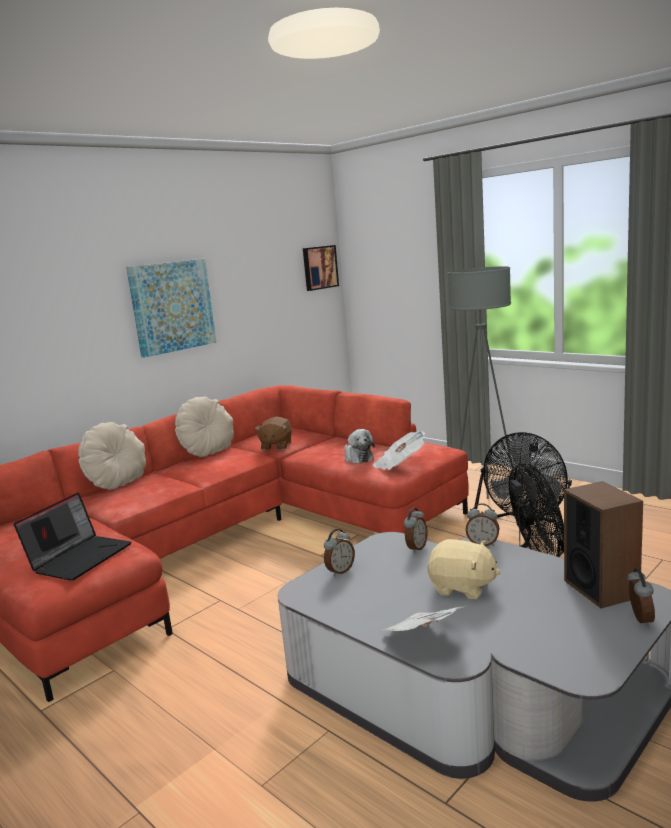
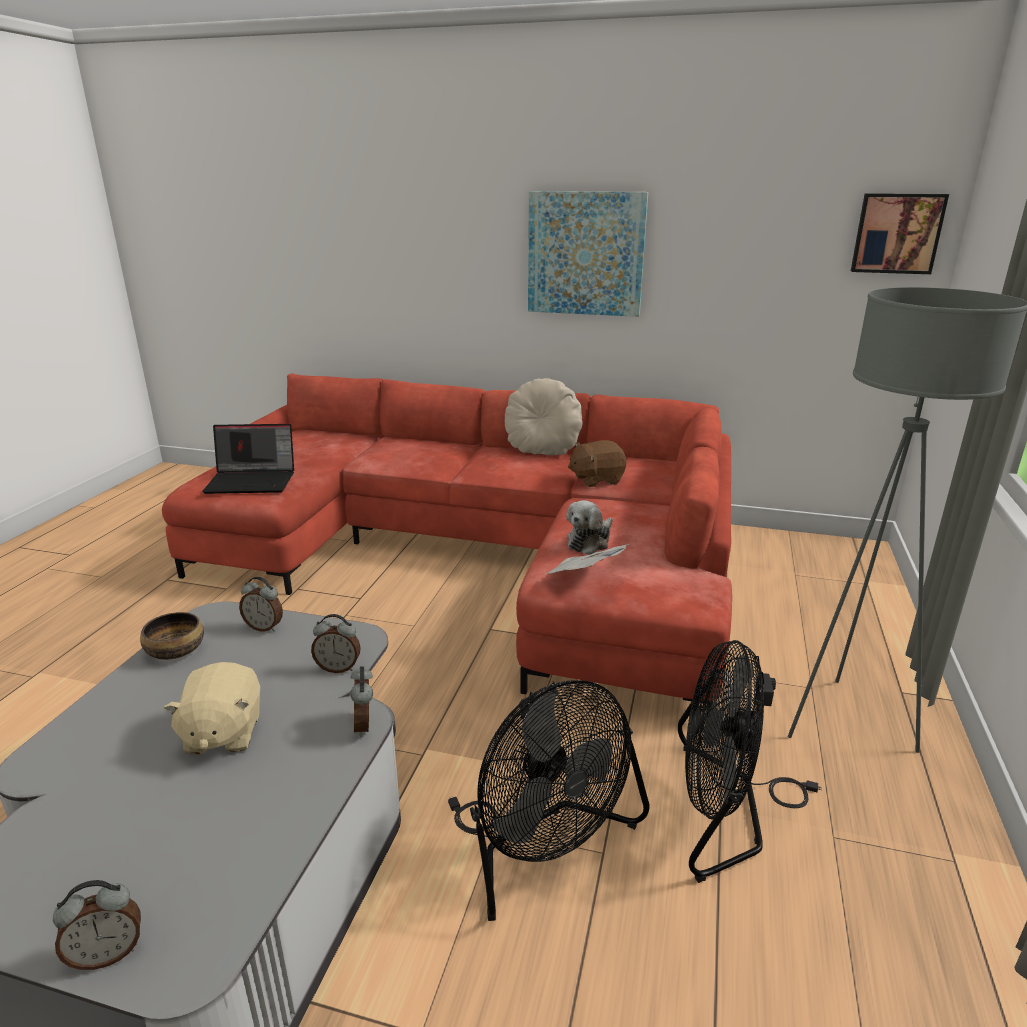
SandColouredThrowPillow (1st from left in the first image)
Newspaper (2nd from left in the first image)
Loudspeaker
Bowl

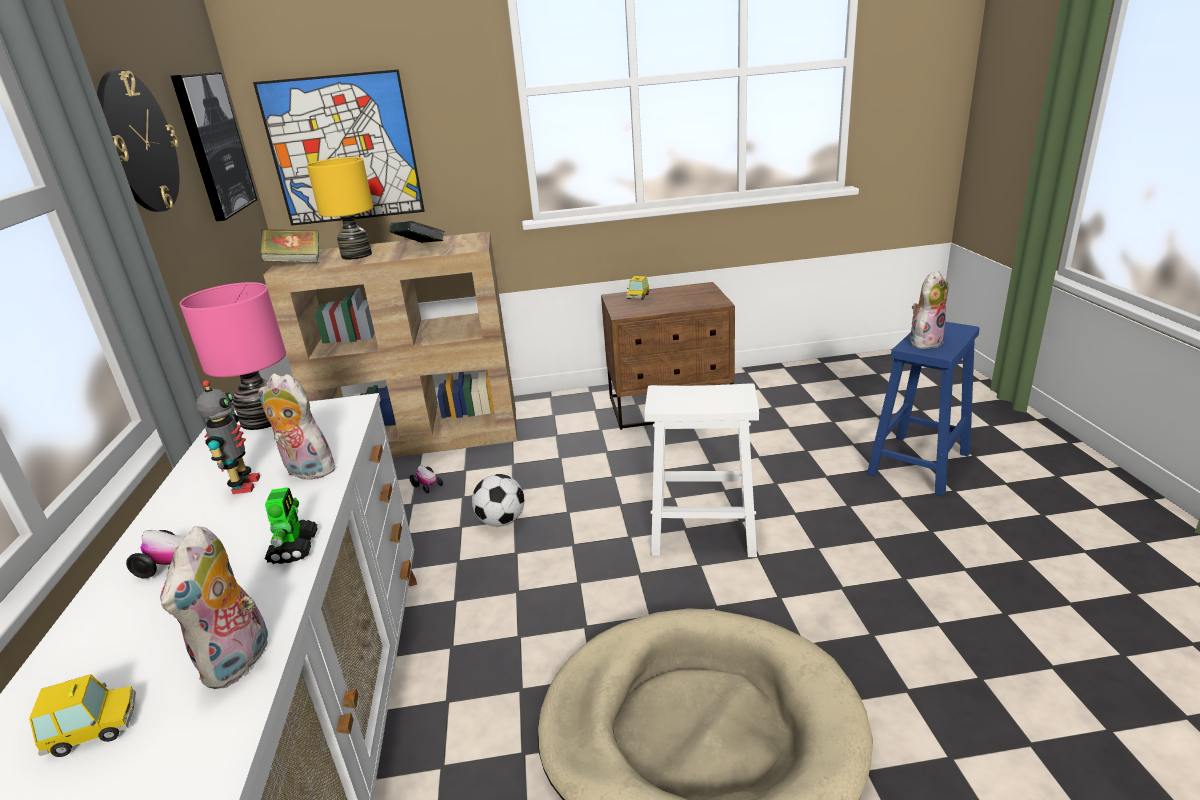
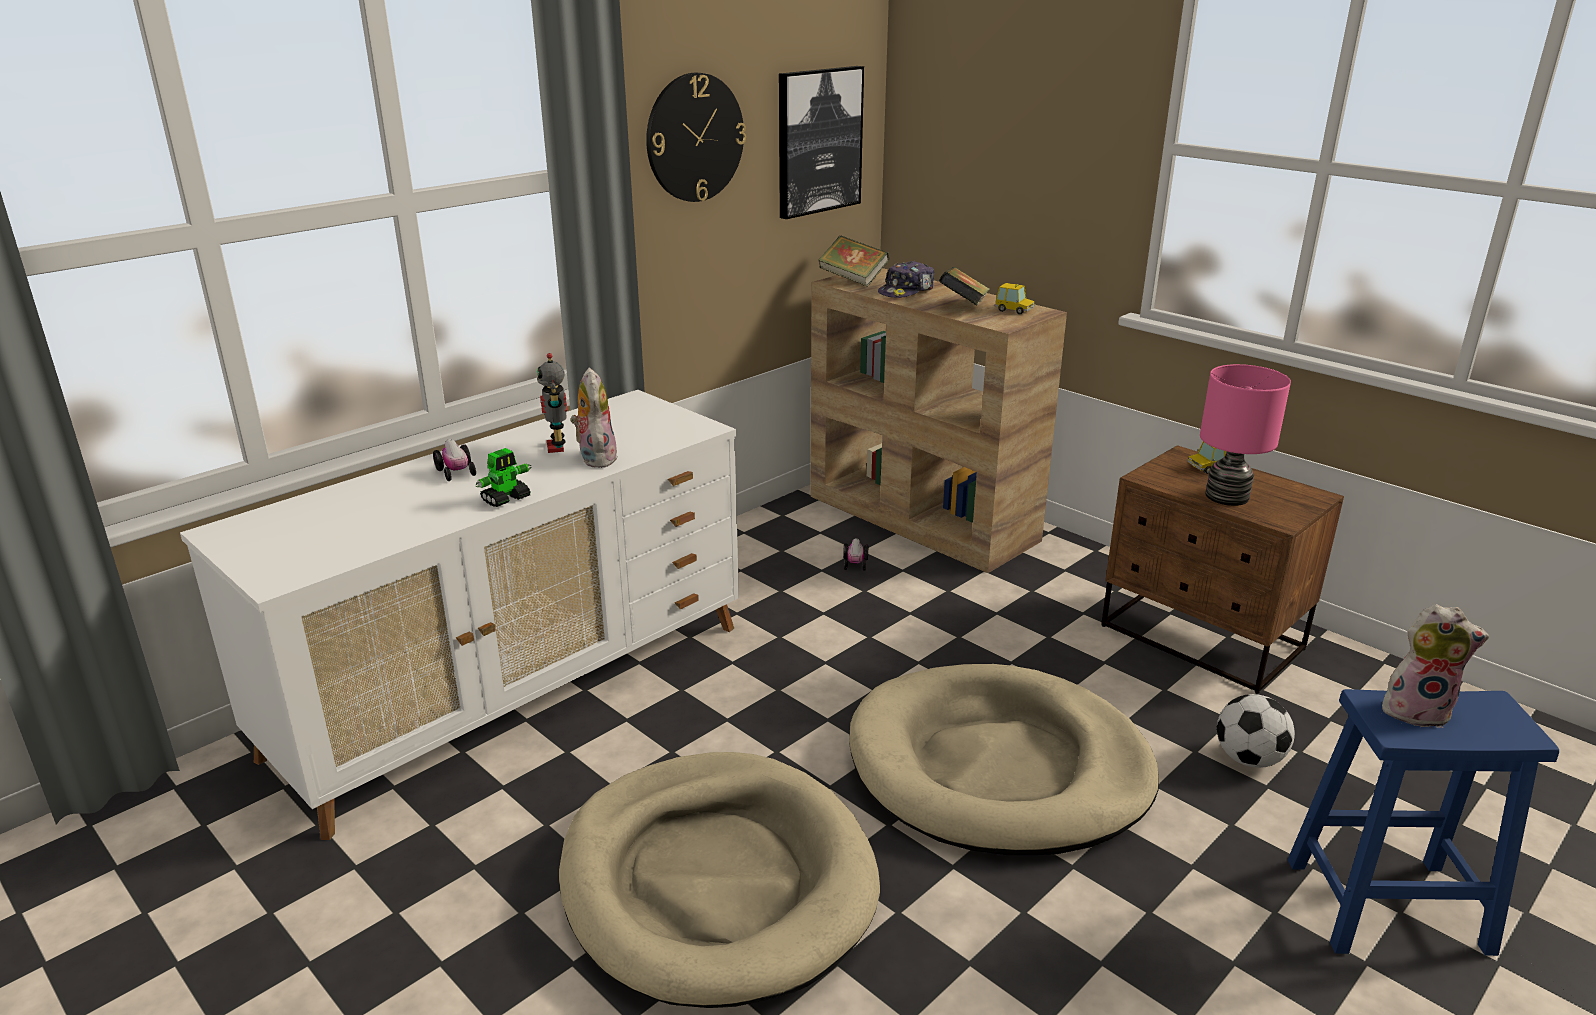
MiniatureCar (3rd from left)
SoftToy (1st from left in the first image)
PinkishTableLamp
RobotFigure (2nd from left)
Picture (2nd from left in the first image)
PeakedCap
Football
SandColouredDogBed (2nd from left)

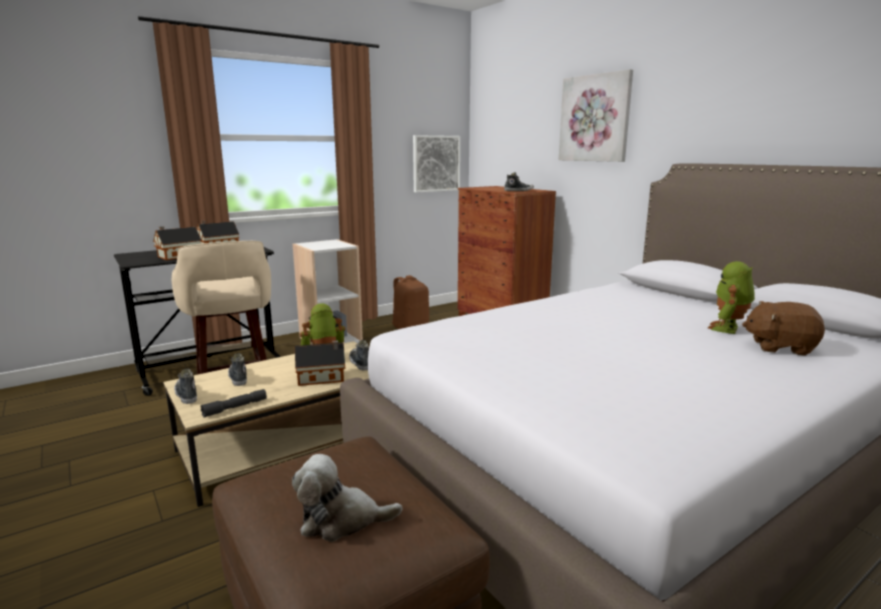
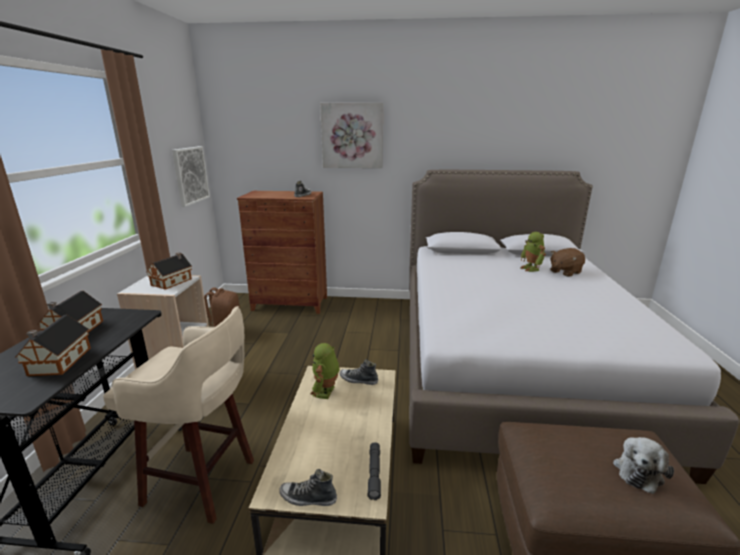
ItemOfFootwear (2nd from left in the first image)
MiniatureHouse (3rd from left)

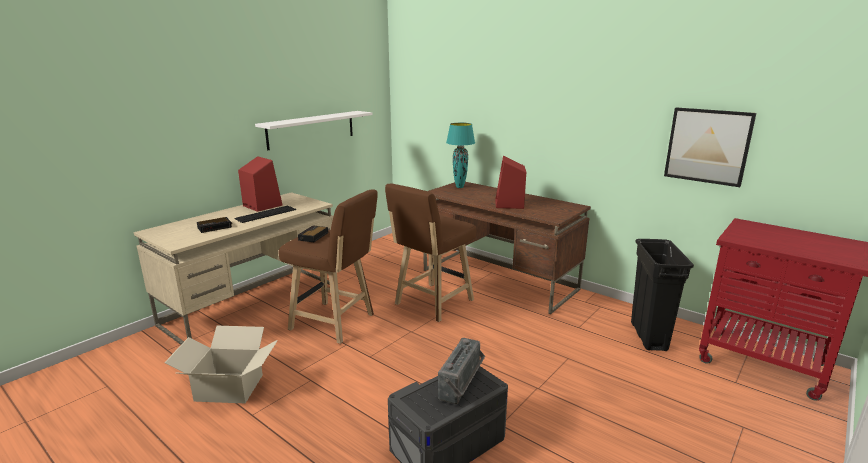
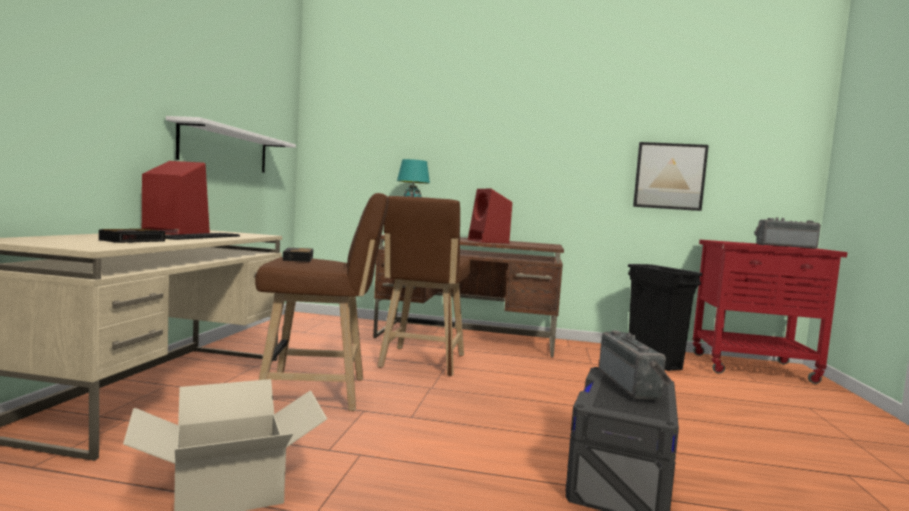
RadioReceiver (2nd from left)

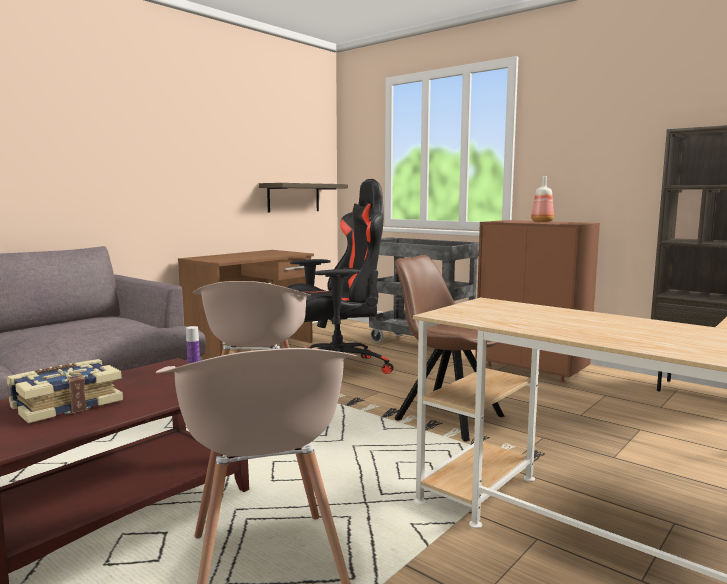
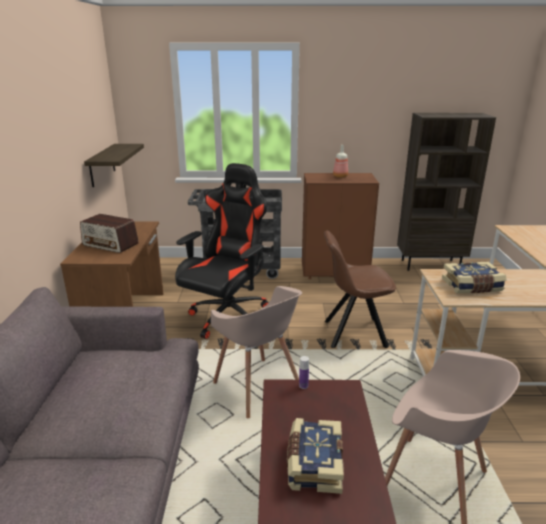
RadioReceiver
BoundBook (2nd from left)

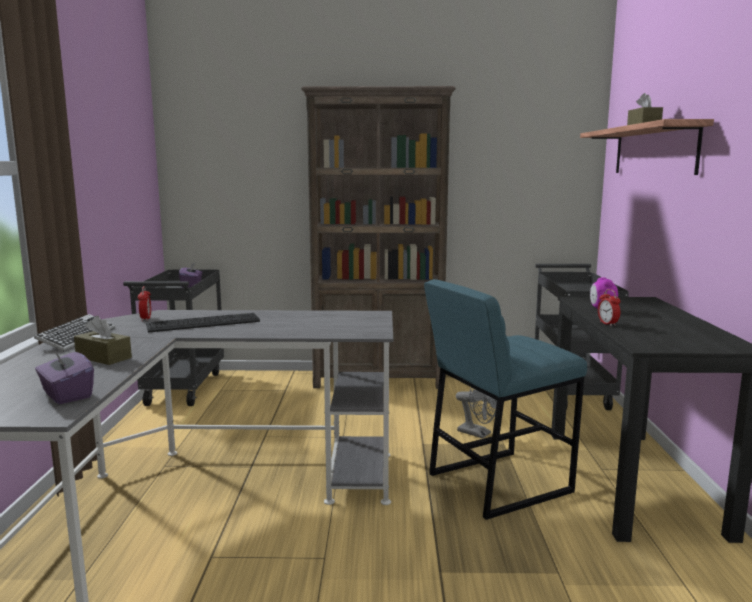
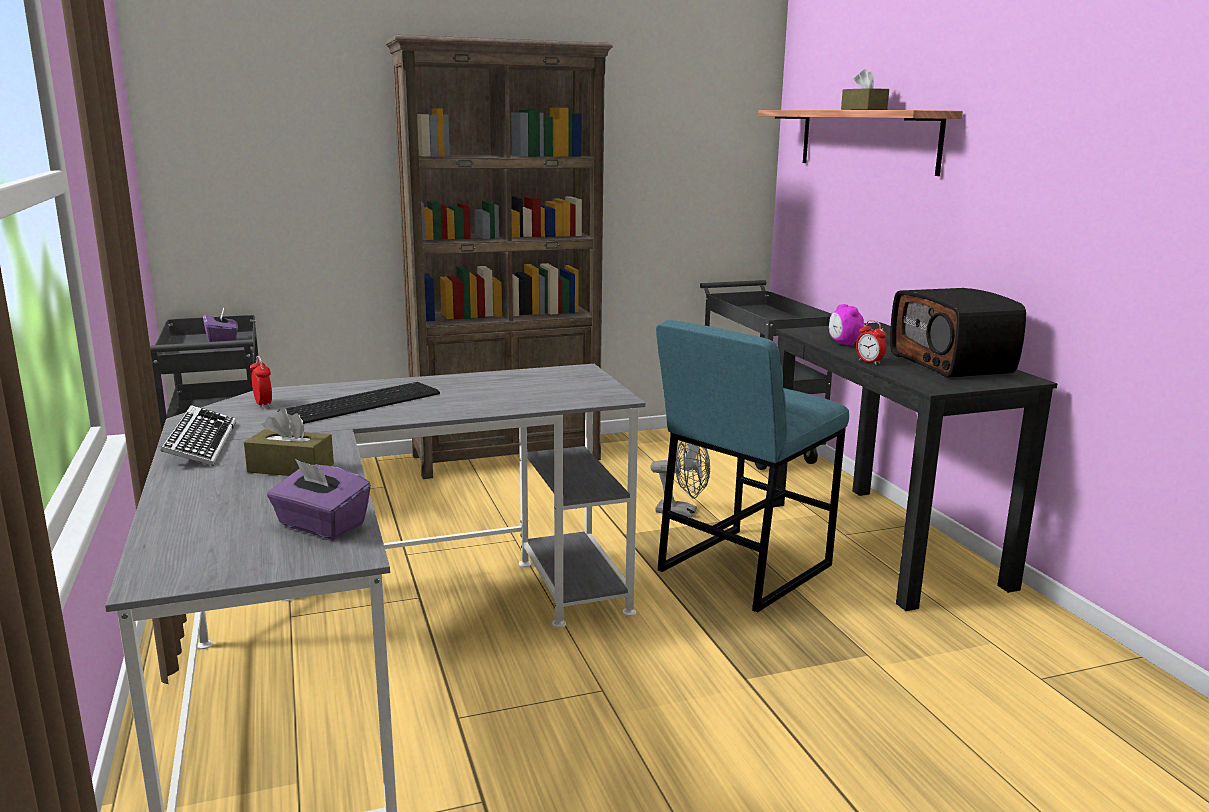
RadioReceiver

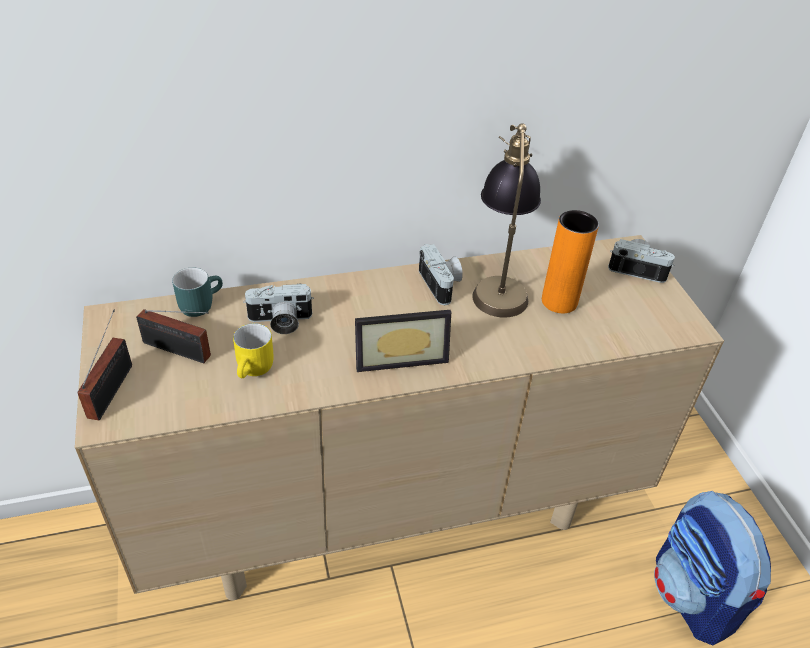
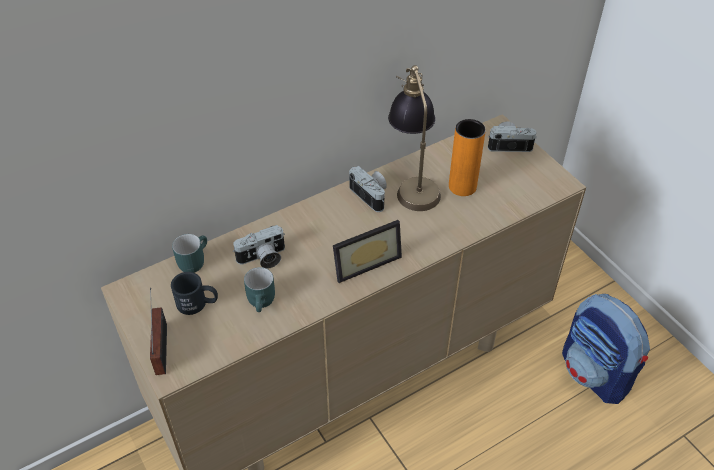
BlackCoffeeMug
BlueGreenCoffeeMug (2nd from left)

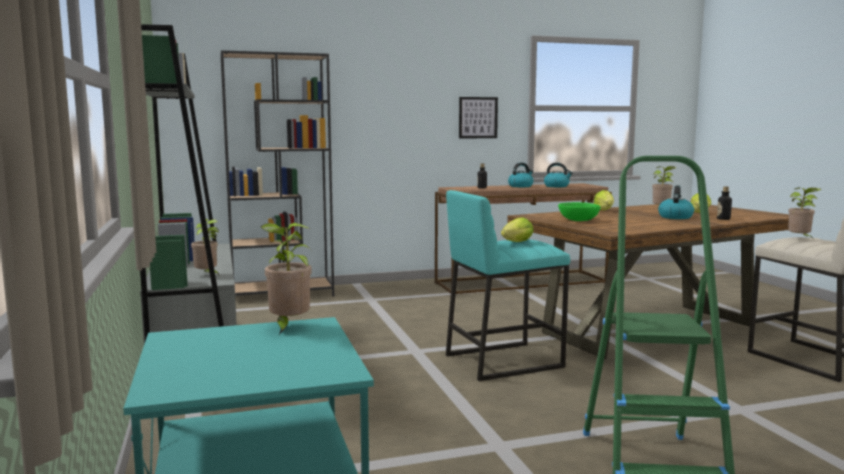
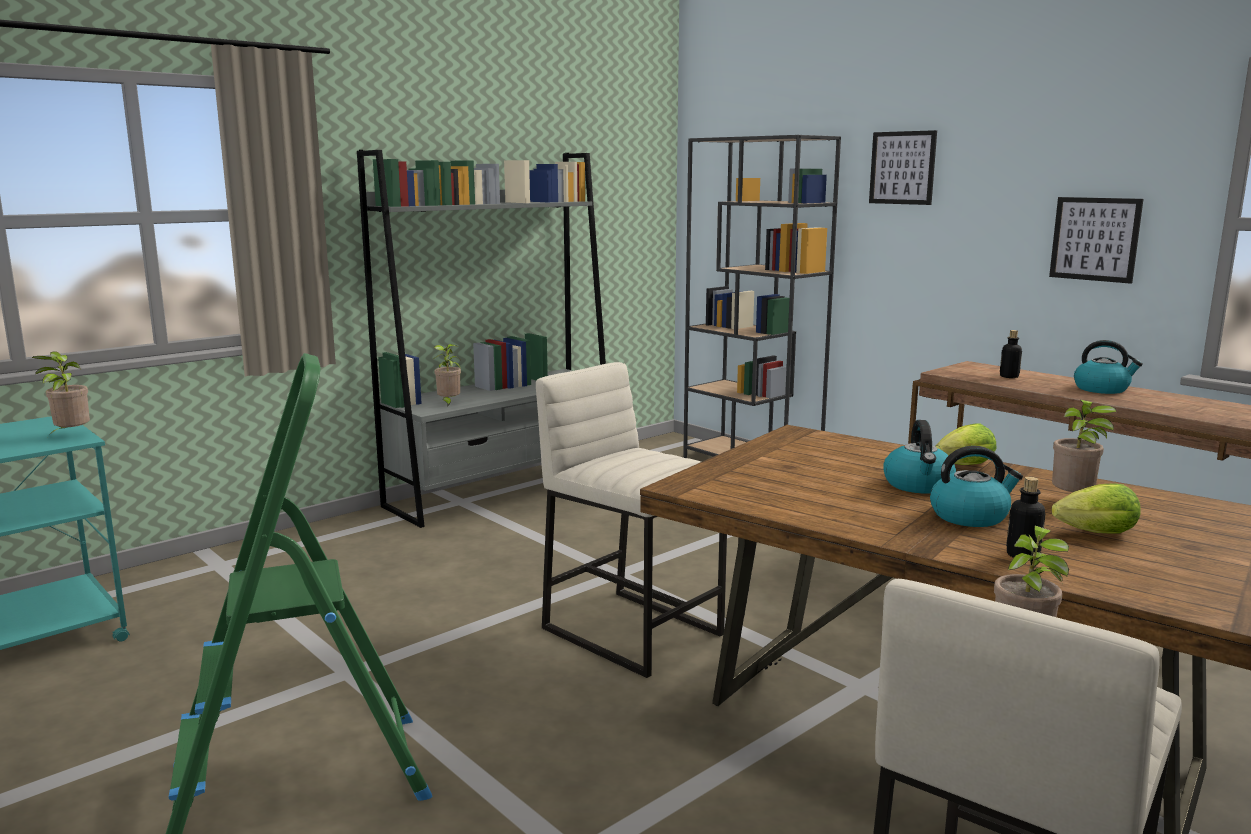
SandColouredSittingStool (1st from left)
Lettuce (1st from left in the first image)
Kettle (1st from left)
GreenishBowl
Picture (1st from left)

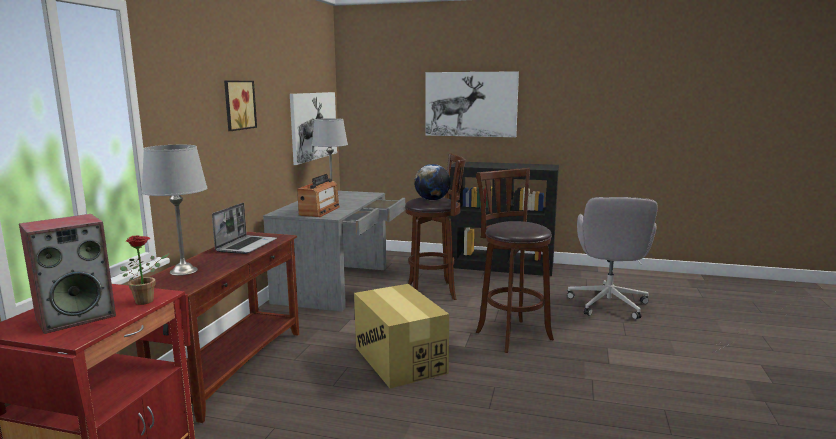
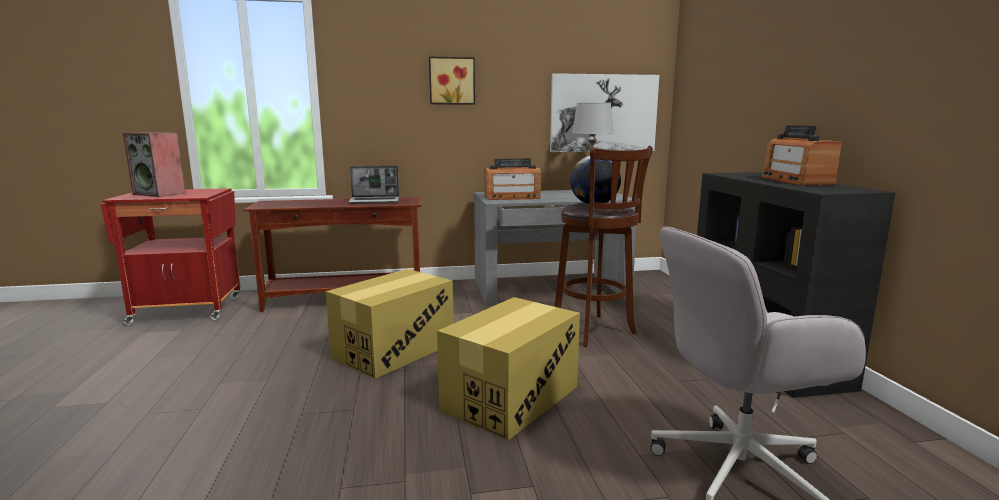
PottedPlant
GrayTableLamp (1st from left in the first image)
Picture (3rd from left in the first image)
PackingBox (2nd from left)
RadioReceiver (2nd from left)

